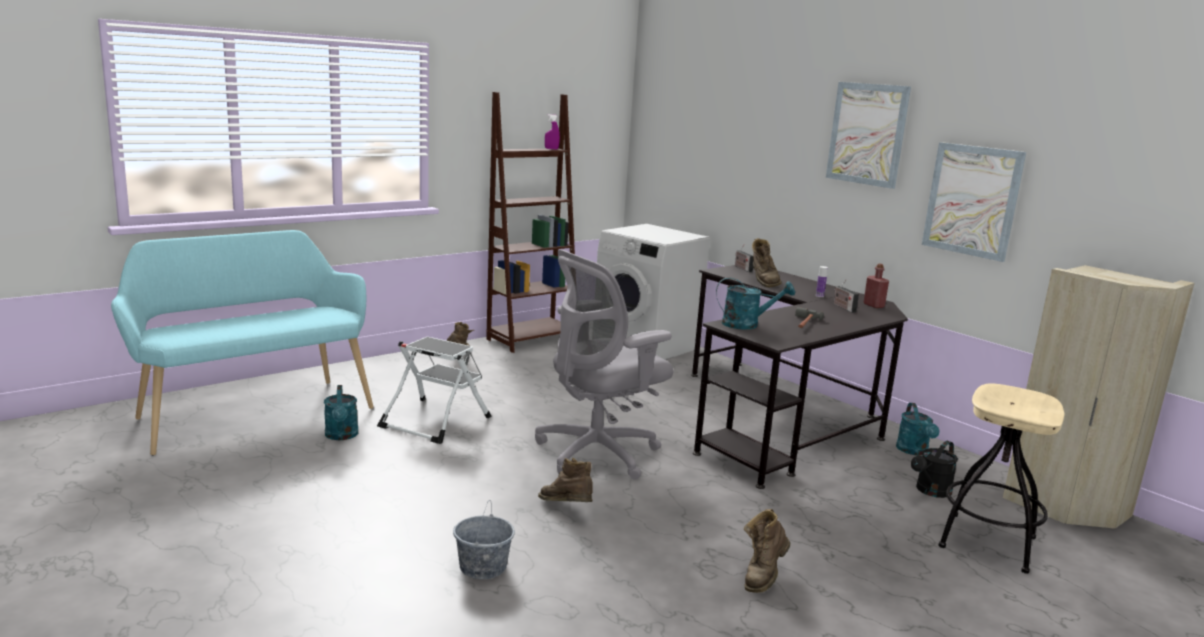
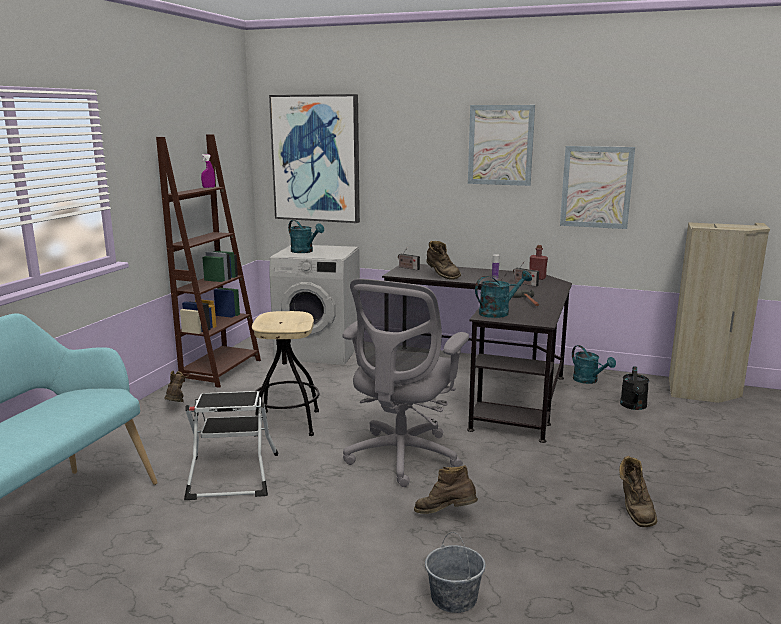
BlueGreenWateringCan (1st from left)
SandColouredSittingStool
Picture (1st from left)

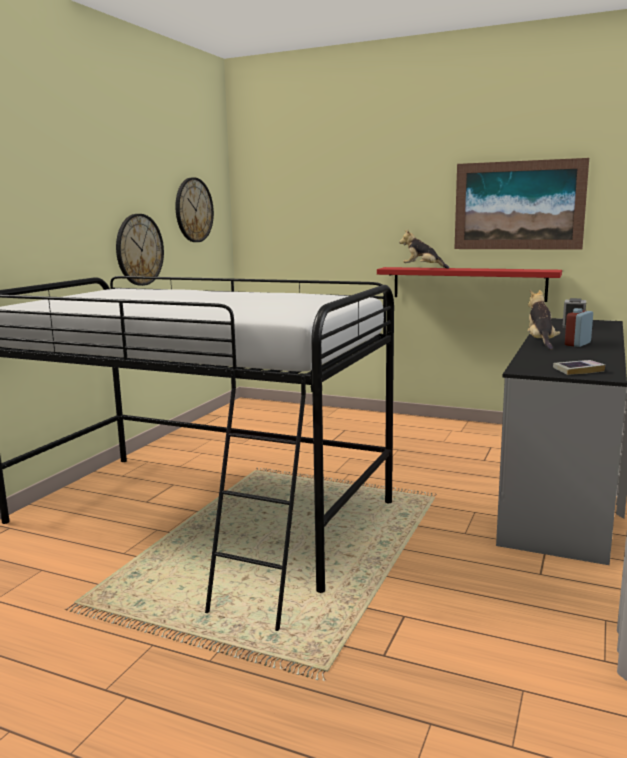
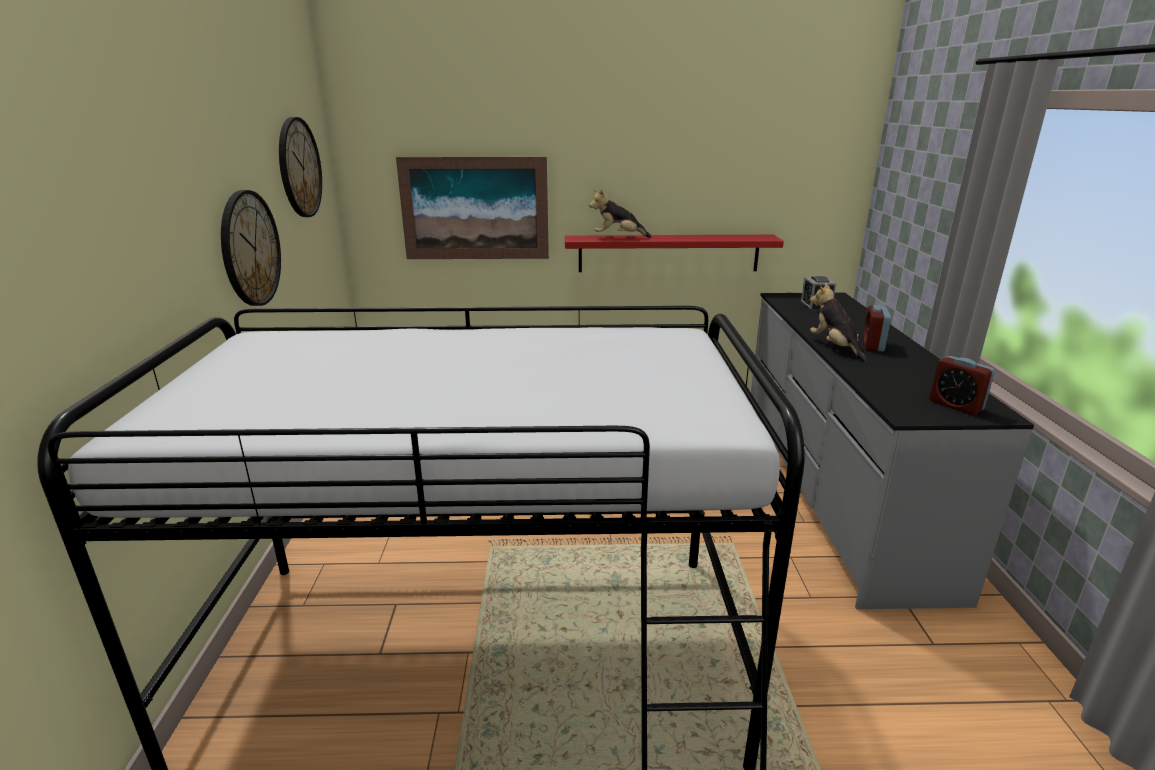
Picture
AlarmClock (3rd from left)

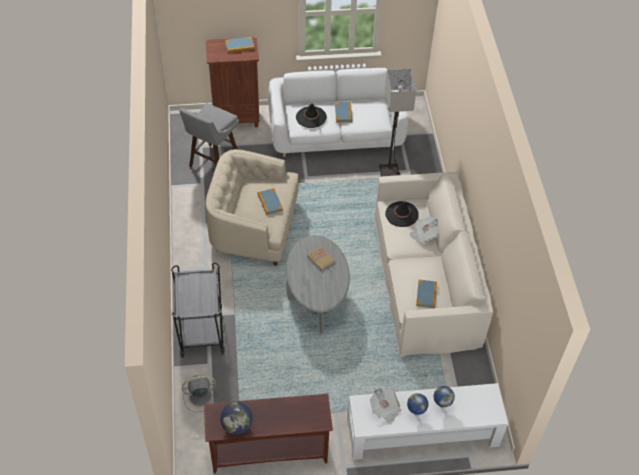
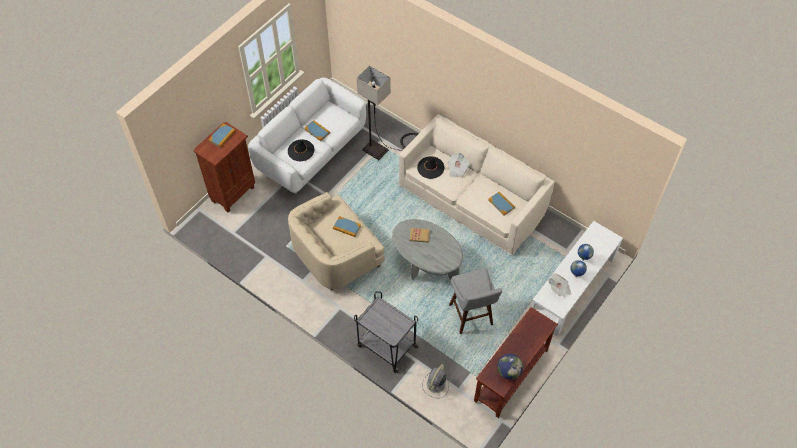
GraySittingStool

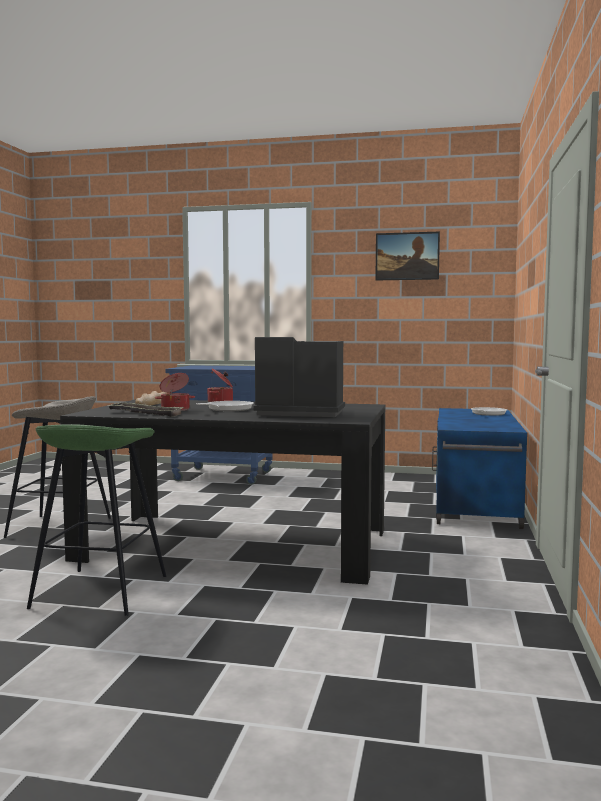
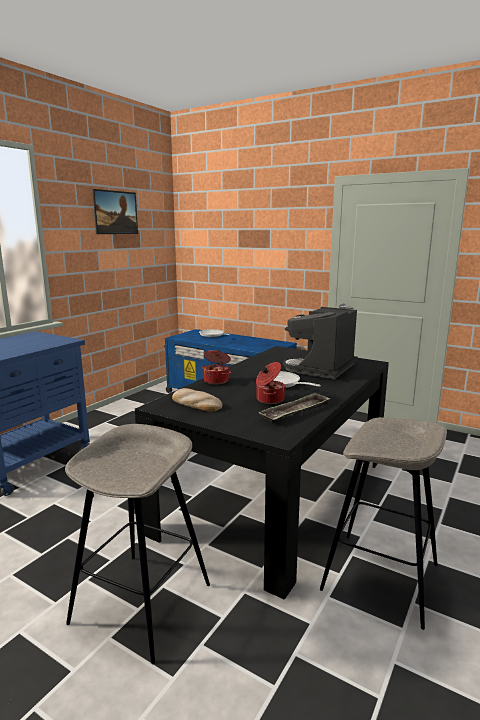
GraySittingStool (2nd from left)

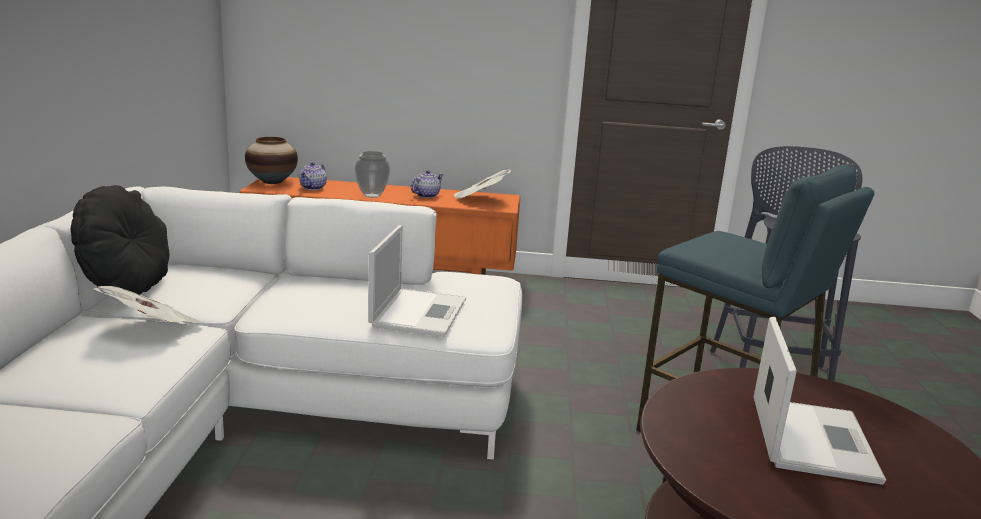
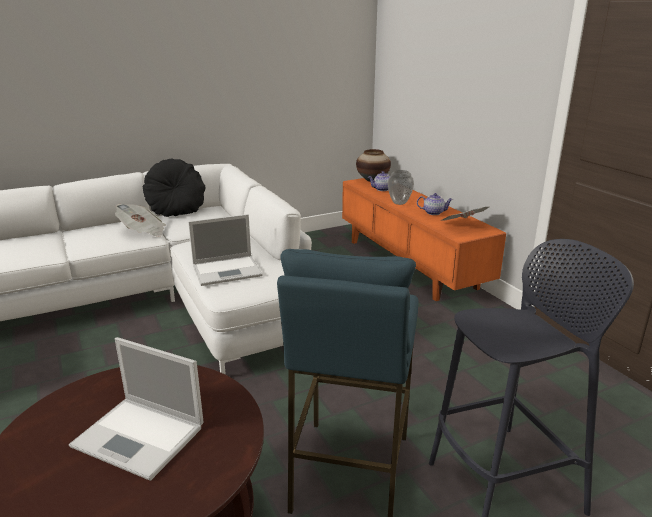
PortableComputer (1st from left)

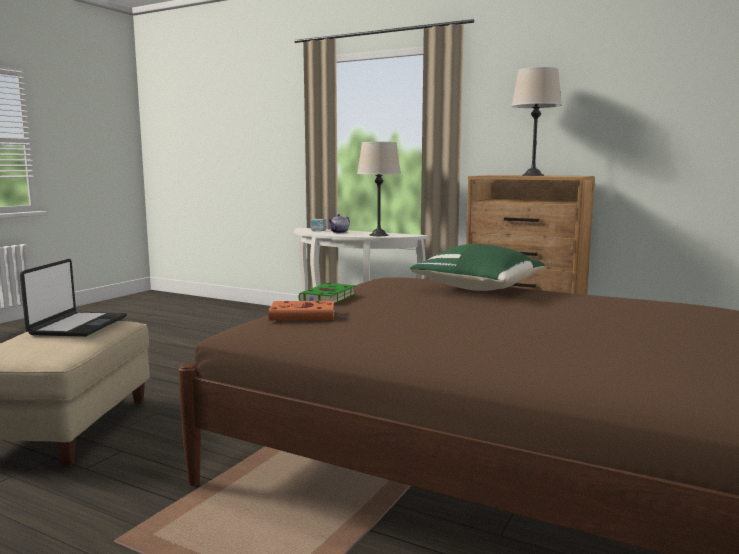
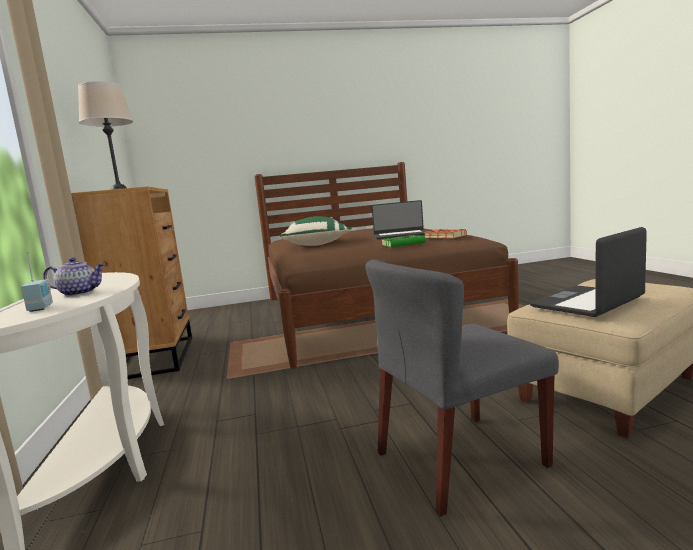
SandColouredTableLamp (1st from left in the first image)
GrayUprightChair
PortableComputer (1st from left)

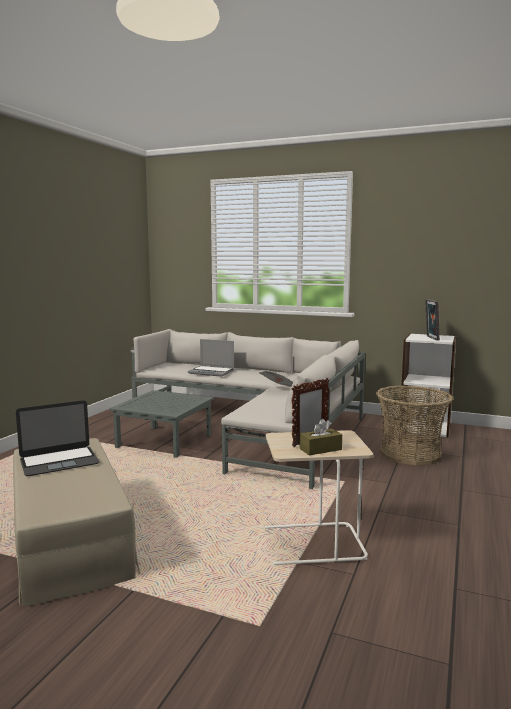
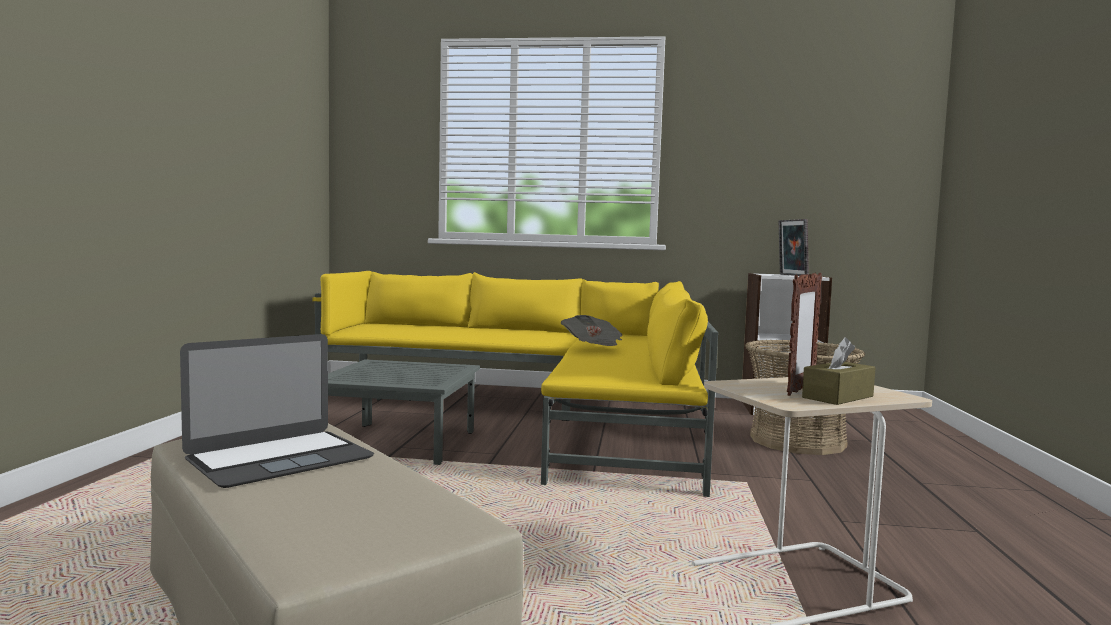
YellowColouredSofa
PortableComputer (2nd from left in the first image)

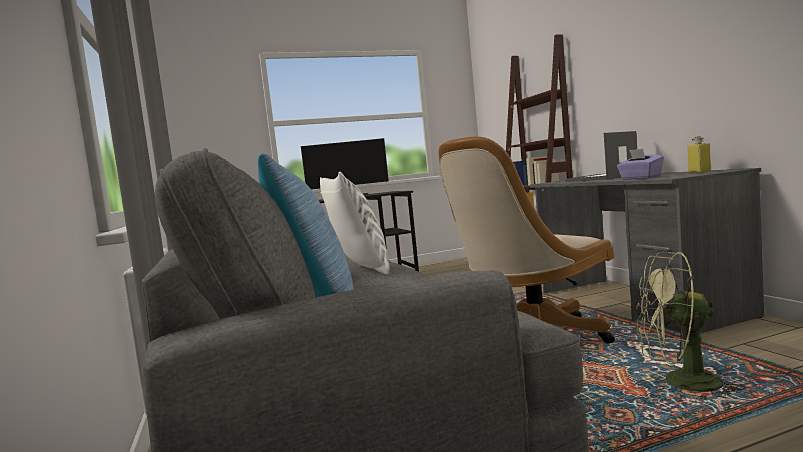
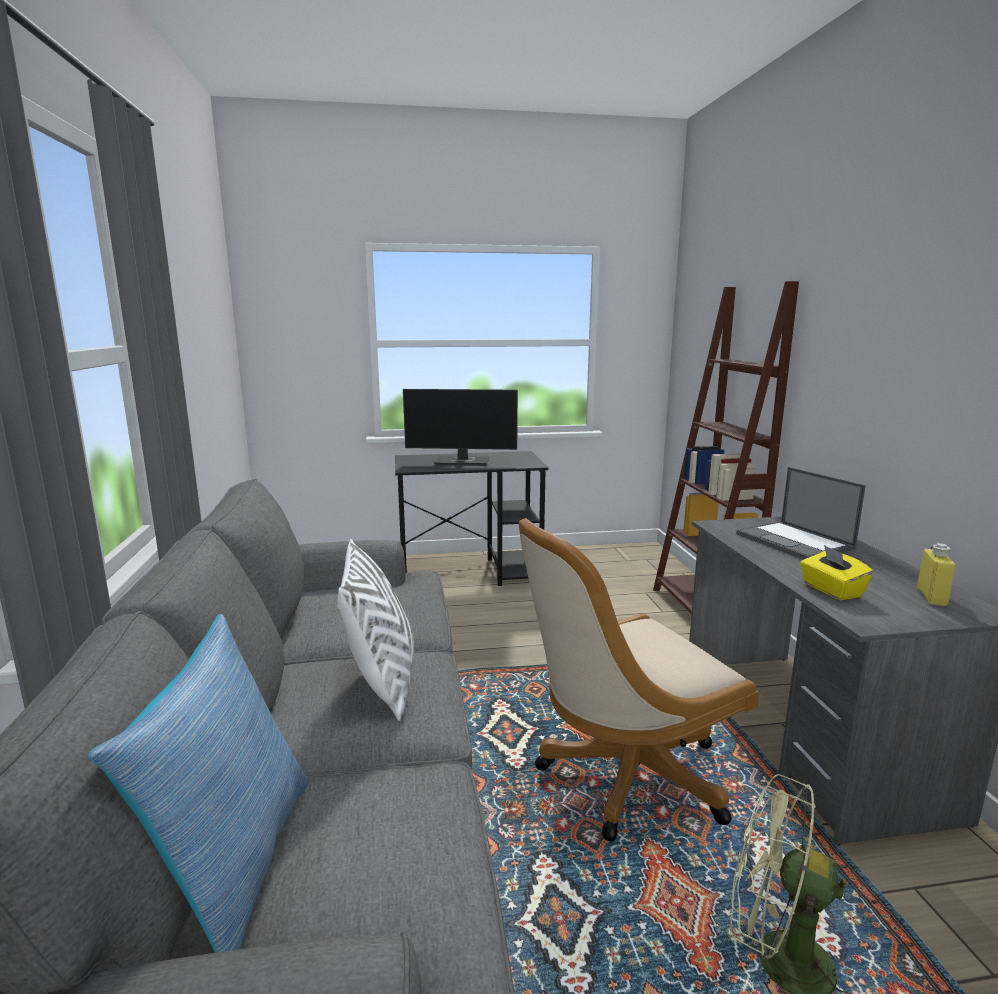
PortableComputer
YellowColouredTissueHolder

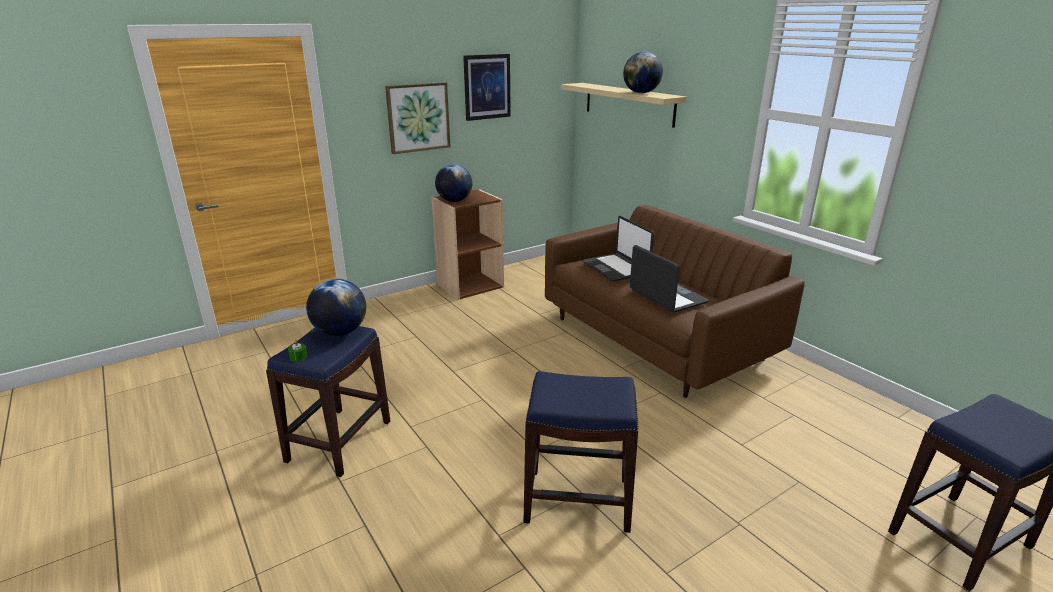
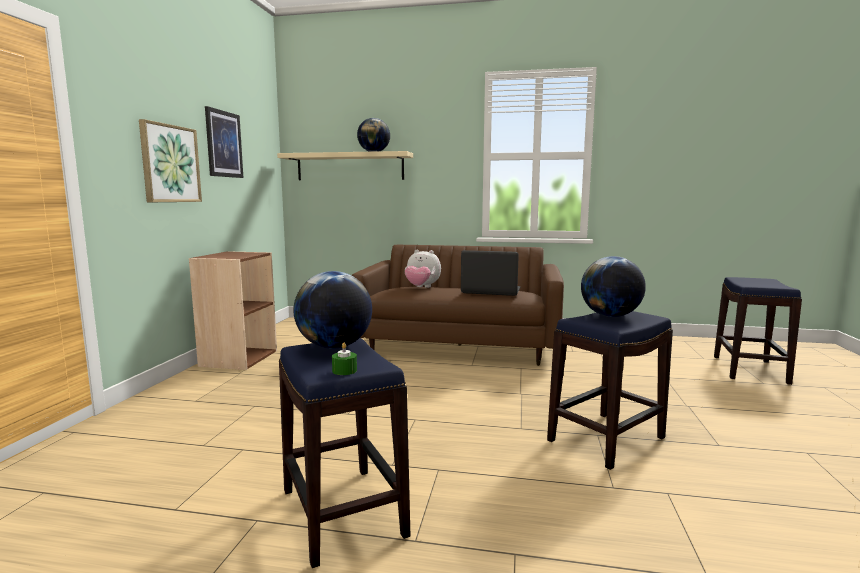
WorldGlobe (3rd from left)
SoftToy

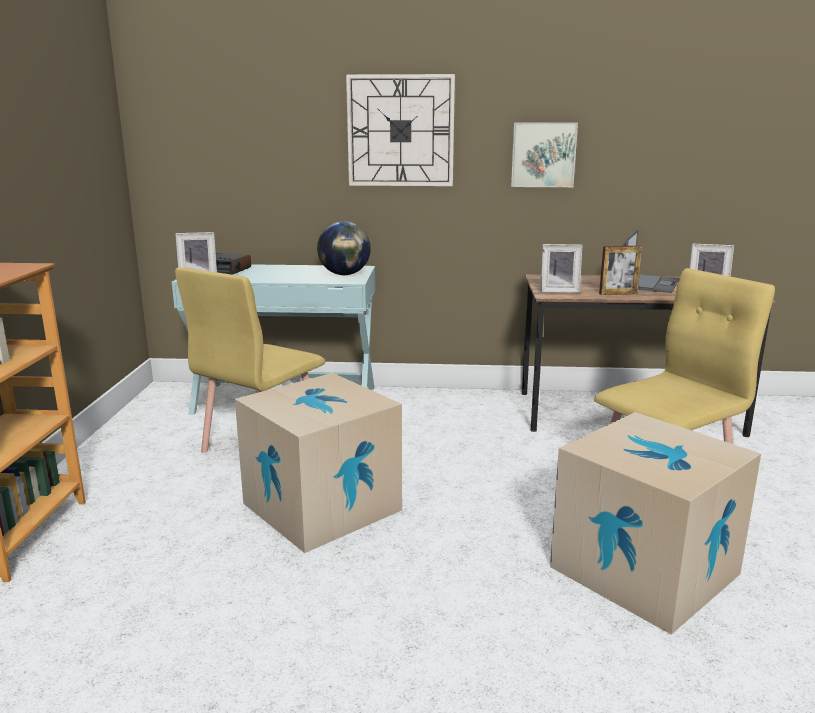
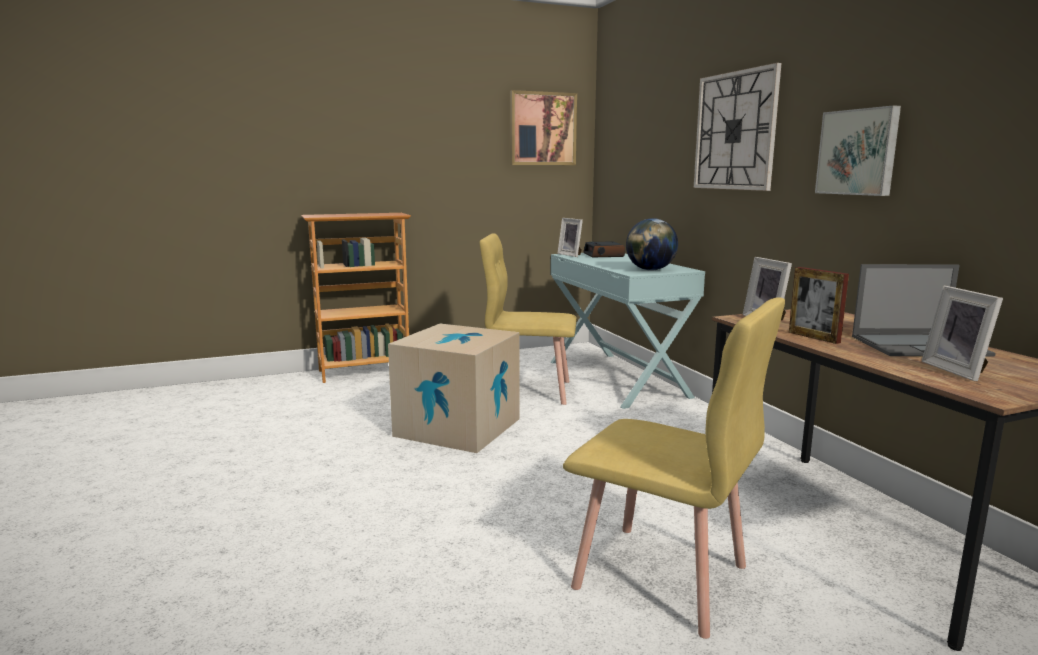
PackingBox (2nd from left in the first image)
Picture (1st from left)

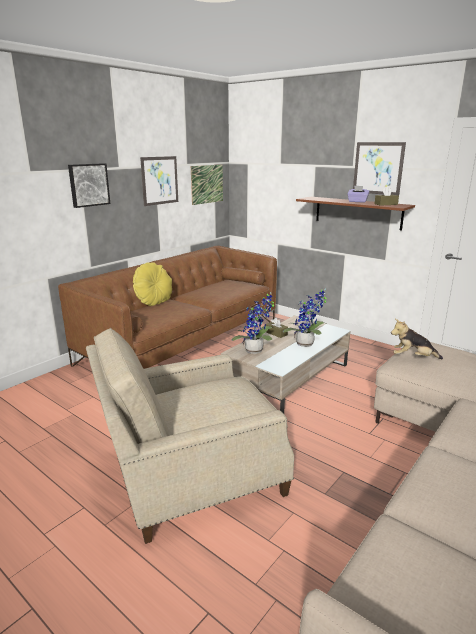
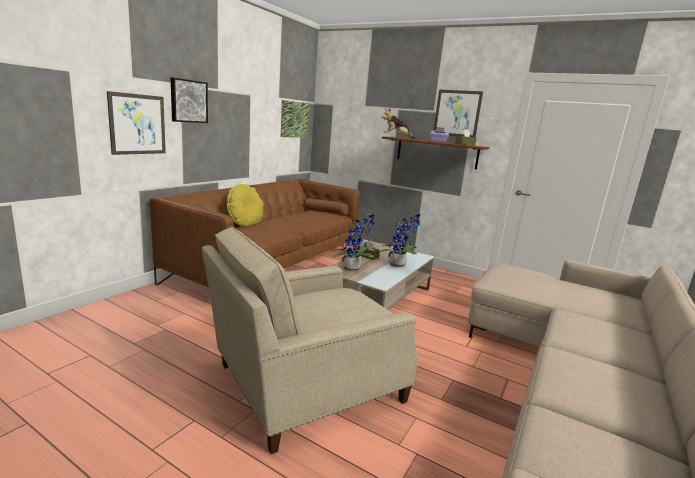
Picture (1st from left)
SoftToy

